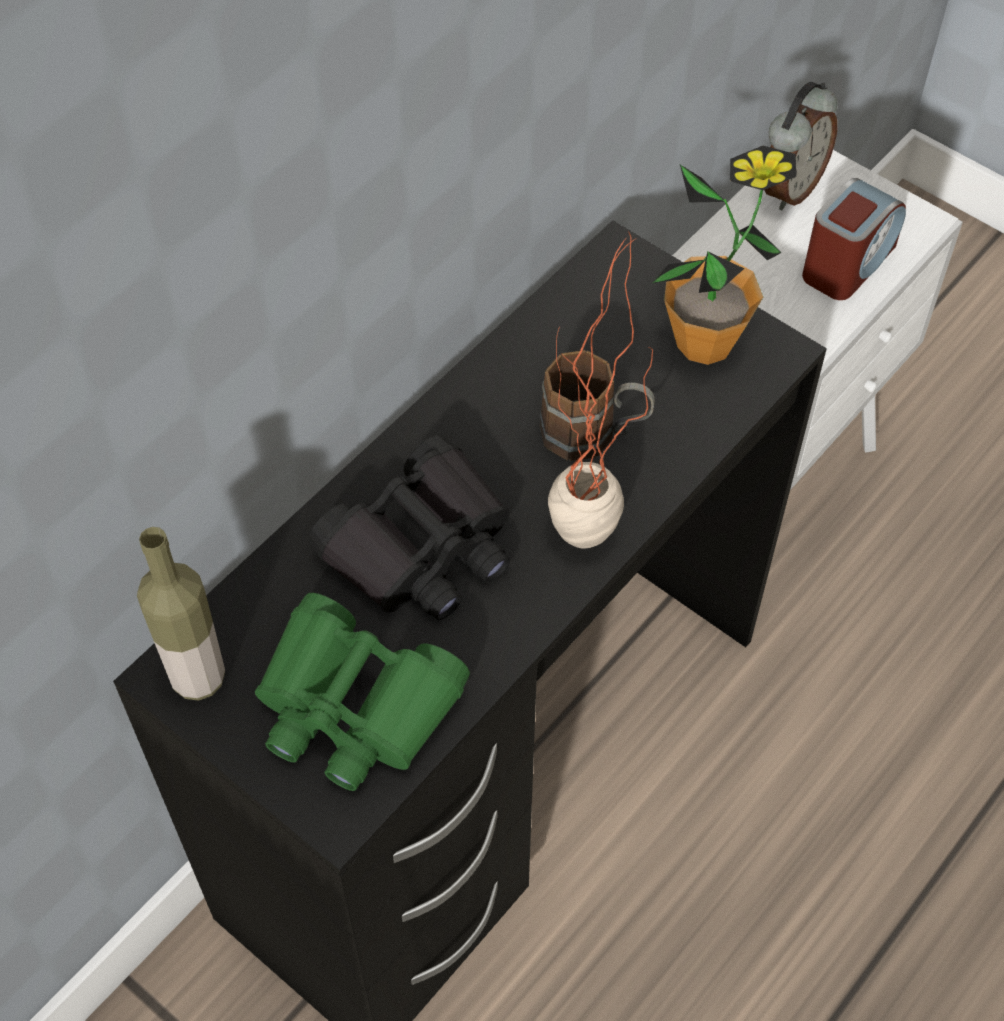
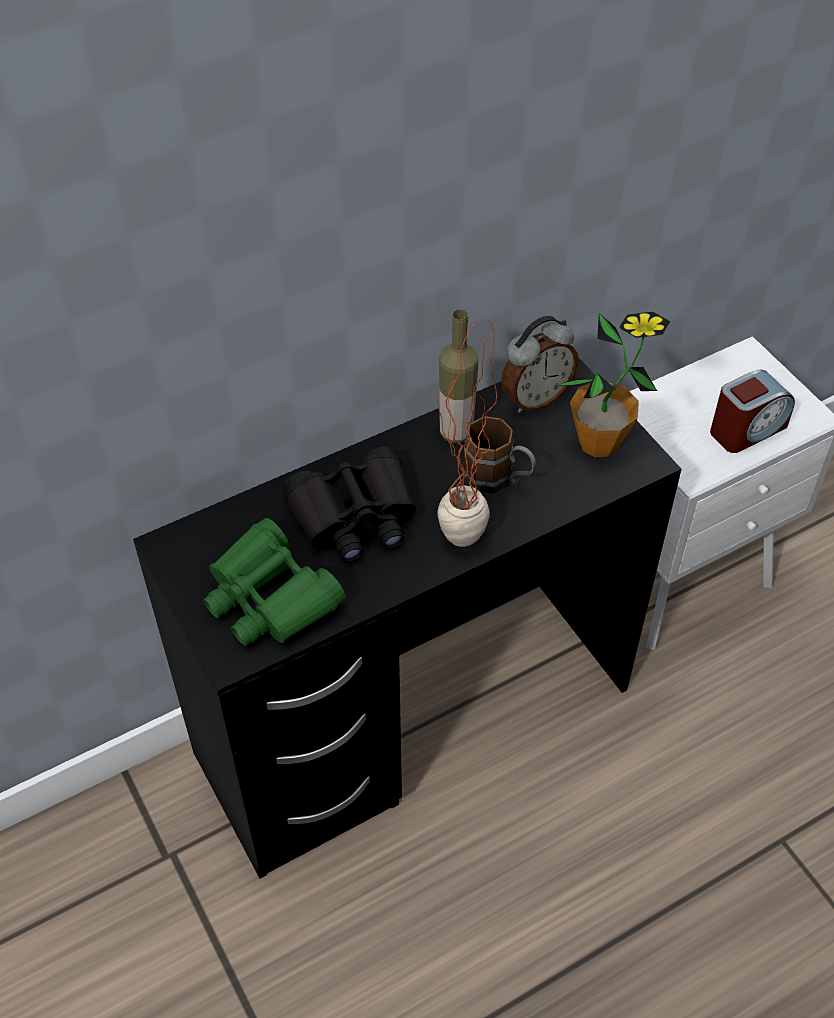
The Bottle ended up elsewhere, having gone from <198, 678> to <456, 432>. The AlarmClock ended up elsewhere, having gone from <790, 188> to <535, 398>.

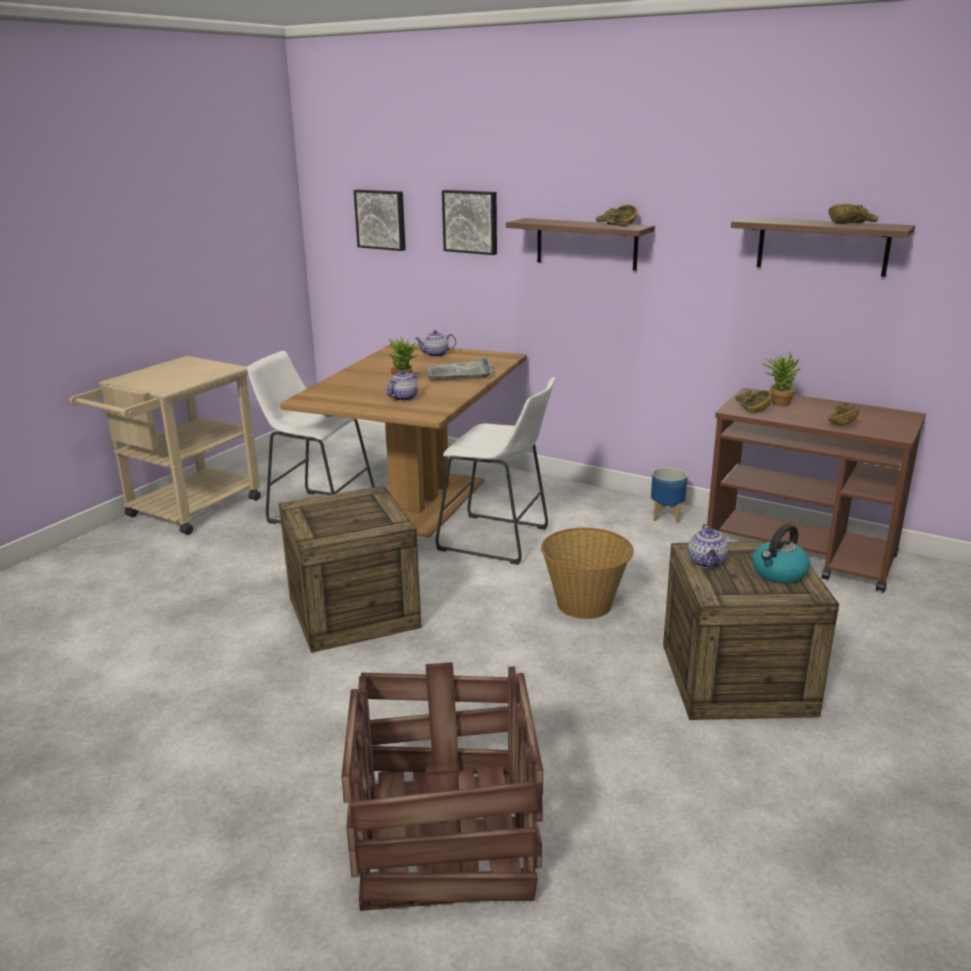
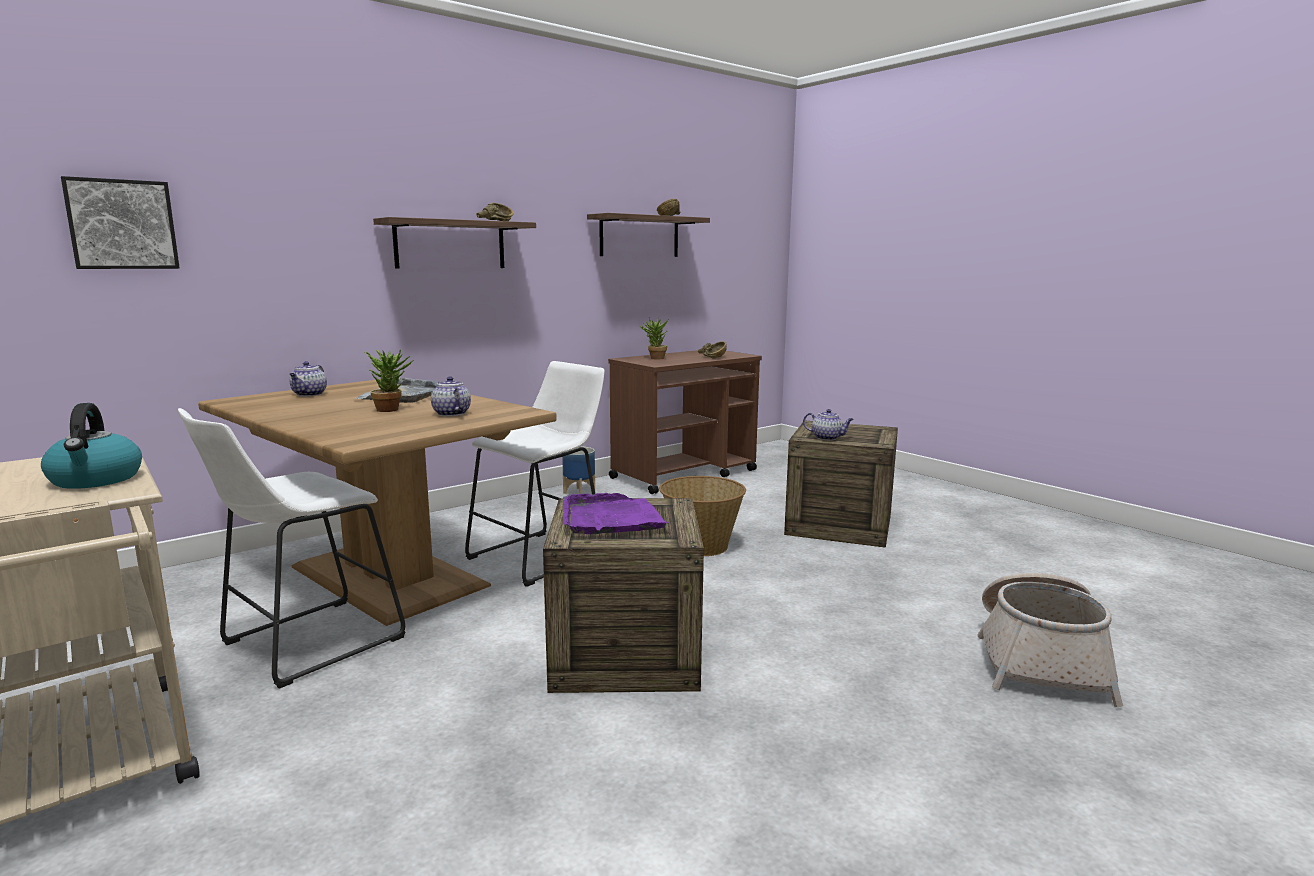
Where the Crate stood at <445, 841>, the Basket came to stand at <1040, 659>. The second view lost the Picture at <471, 221>. The second view lost the BrownBowl at <749, 409>. The Kettle ended up elsewhere, having gone from <779, 573> to <96, 480>. The second view gained the PurpleTray at <611, 518>.

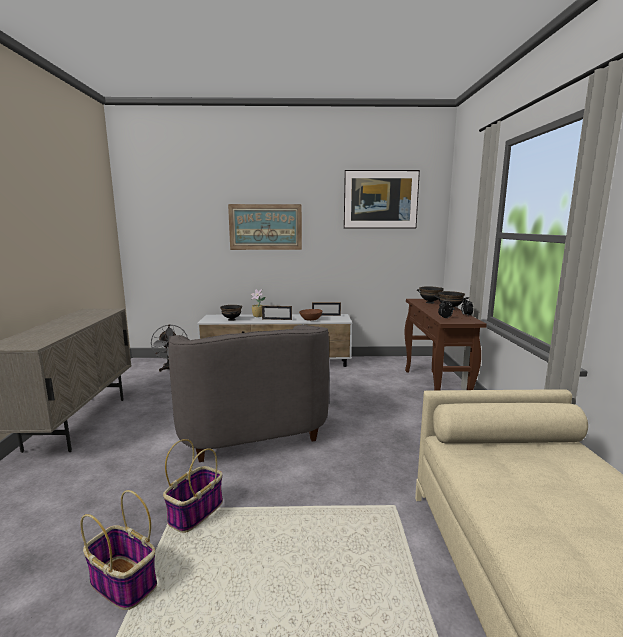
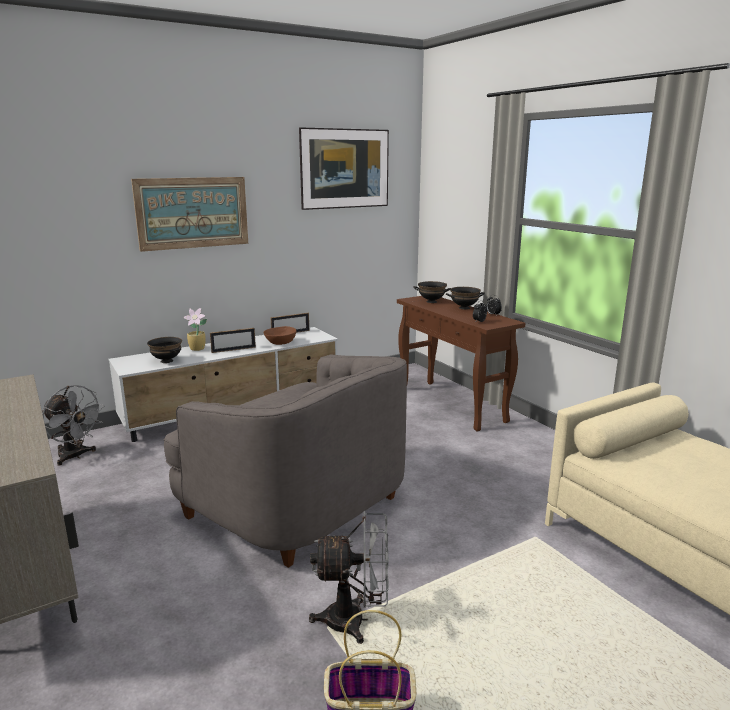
Where the Basket stood at <196, 511>, the GreyFan came to stand at <355, 620>.

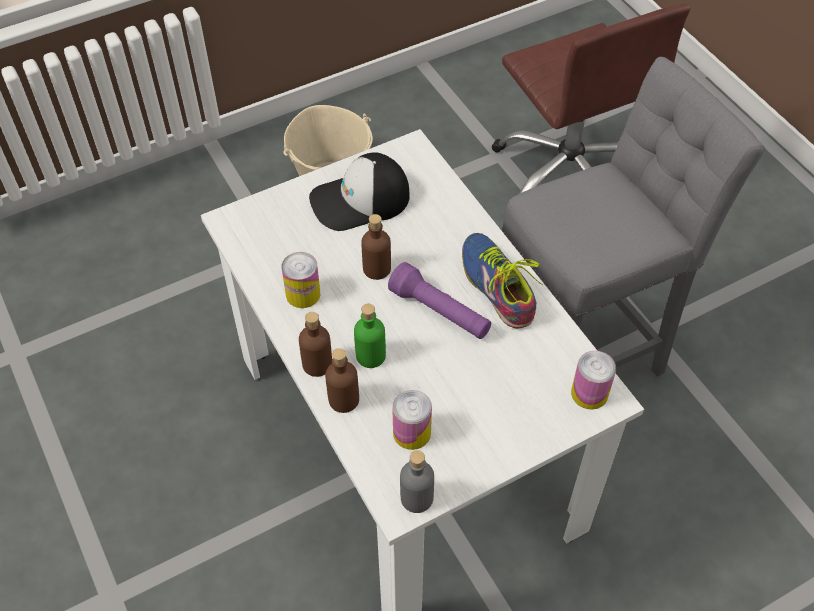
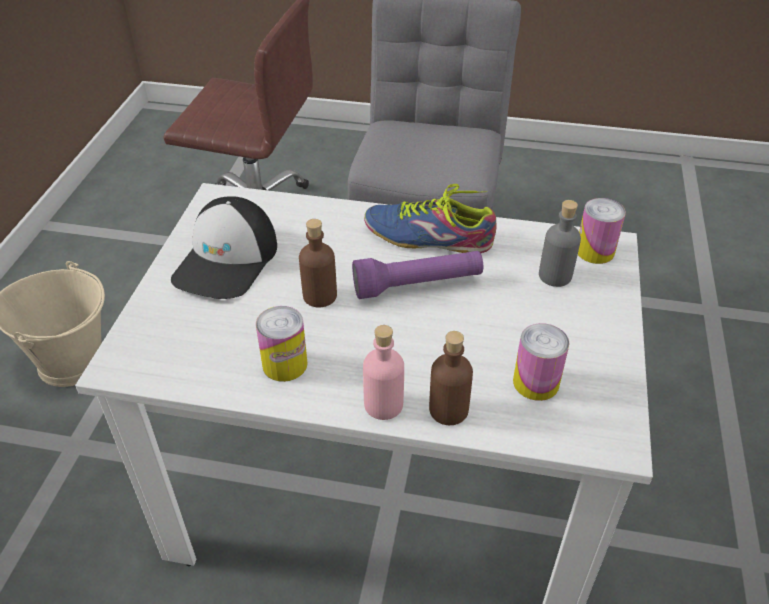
What was the BrownBottle at <317, 364> turned into the PinkBottle at <383, 404>. The second view lost the GreenBottle at <370, 356>. The GreyBottle ended up elsewhere, having gone from <416, 498> to <555, 276>.

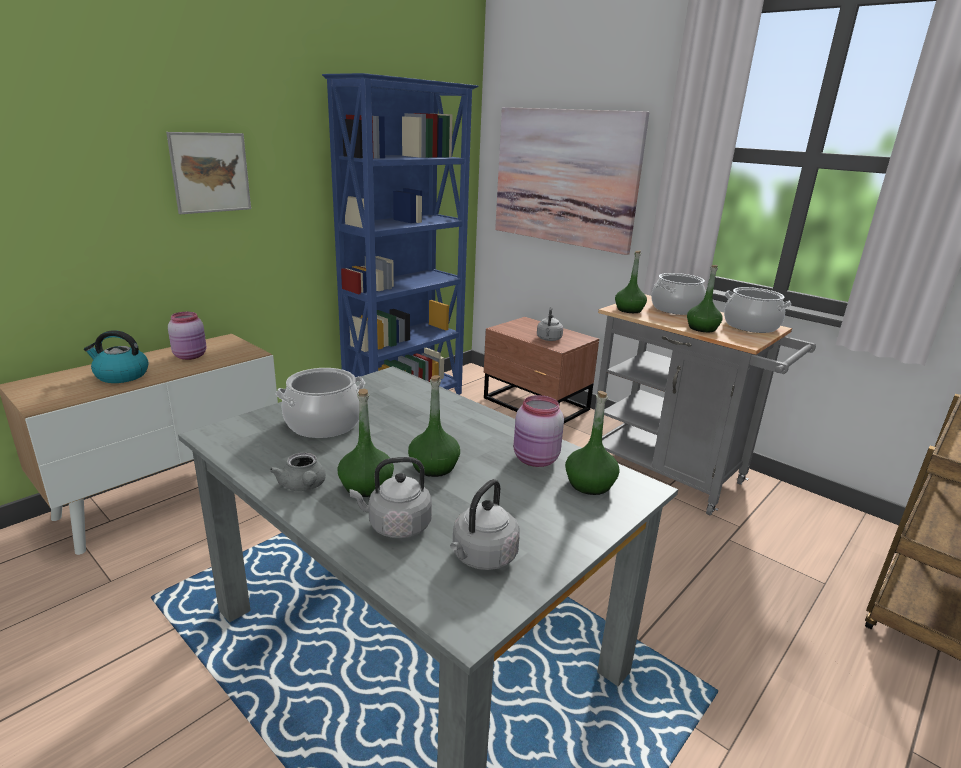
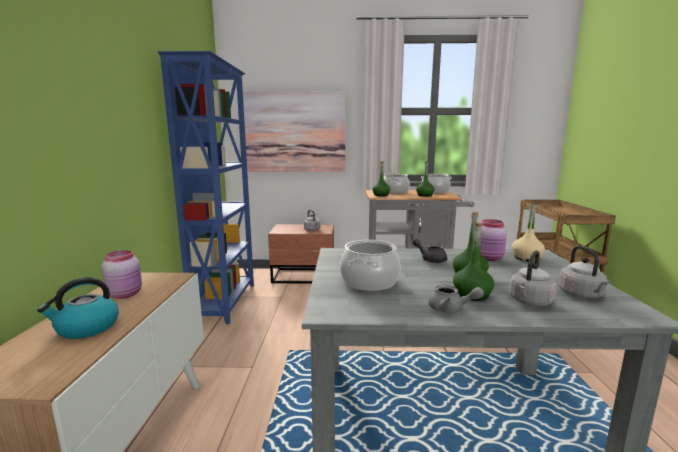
The second view lost the Picture at <210, 172>. What was the GreenBottle at <590, 484> turned into the BeigeBottle at <526, 258>. The second view gained the GreyTeapot at <430, 259>.

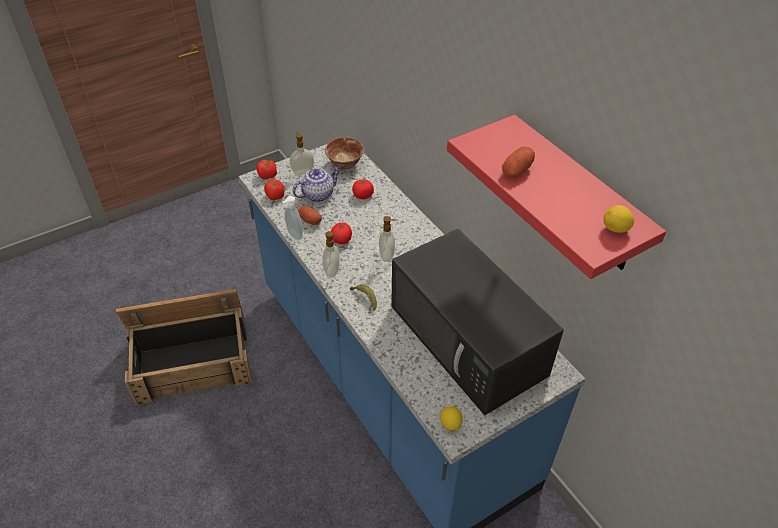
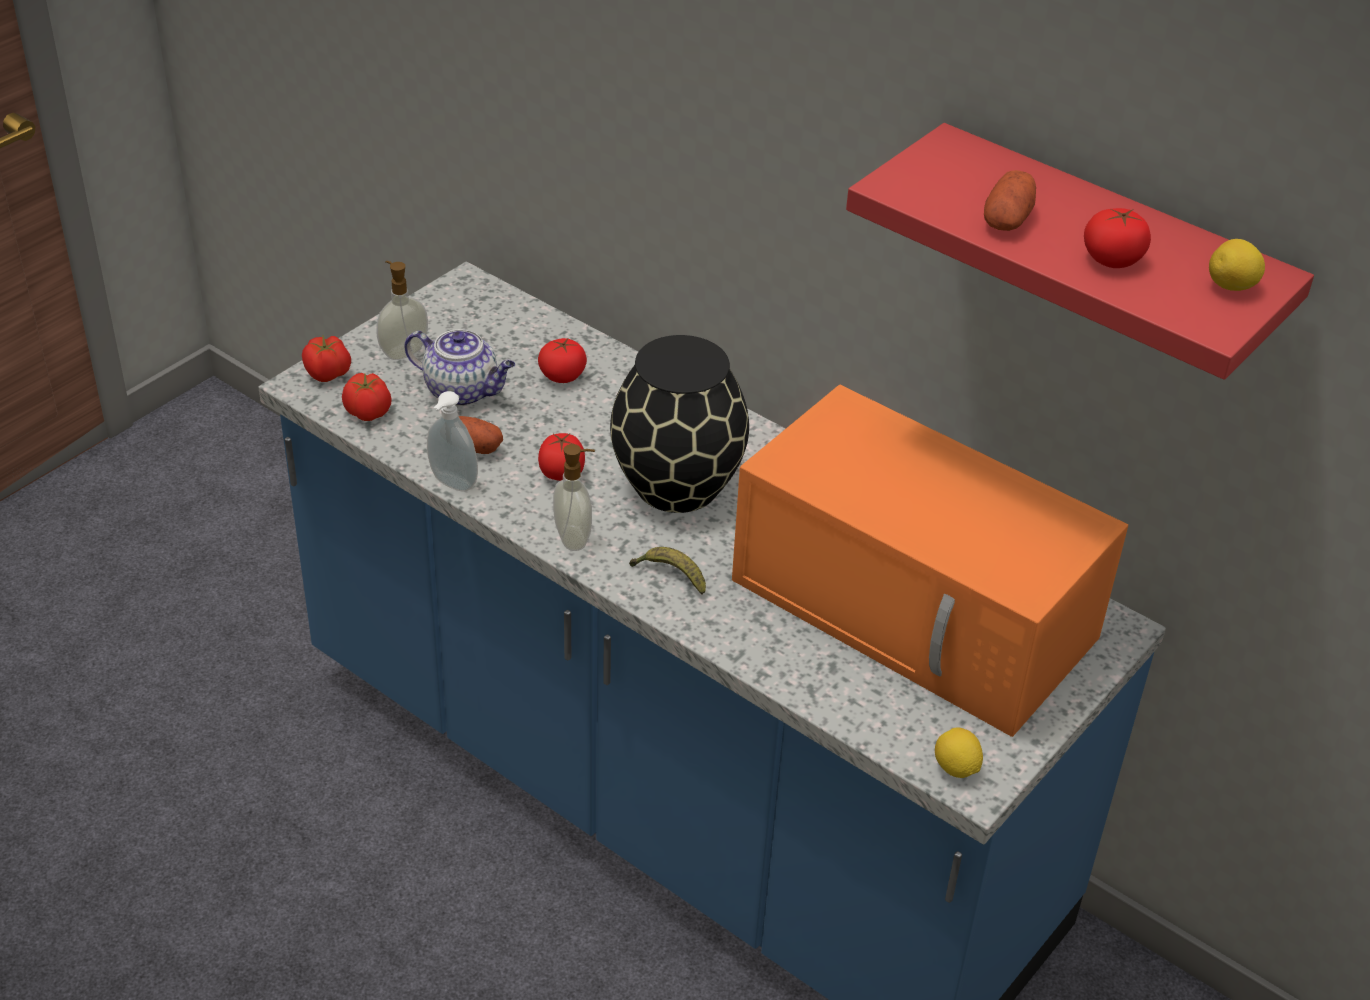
The second view lost the Crate at <192, 358>. The Teapot at <318, 194> ended up facing another way, 75 degrees clockwise from before. The second view lost the Bowl at <345, 164>. Where the SoapDispenser stood at <387, 256>, the BlackVase came to stand at <675, 484>. What was the BlackMicrowave at <469, 341> turned into the OrangeMicrowave at <919, 610>. The second view gained the Tomato at <1112, 260>.

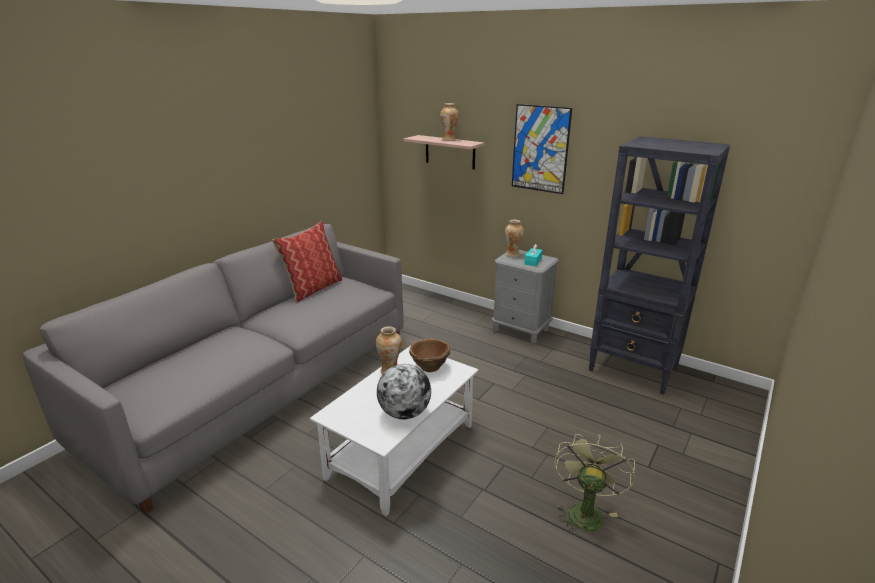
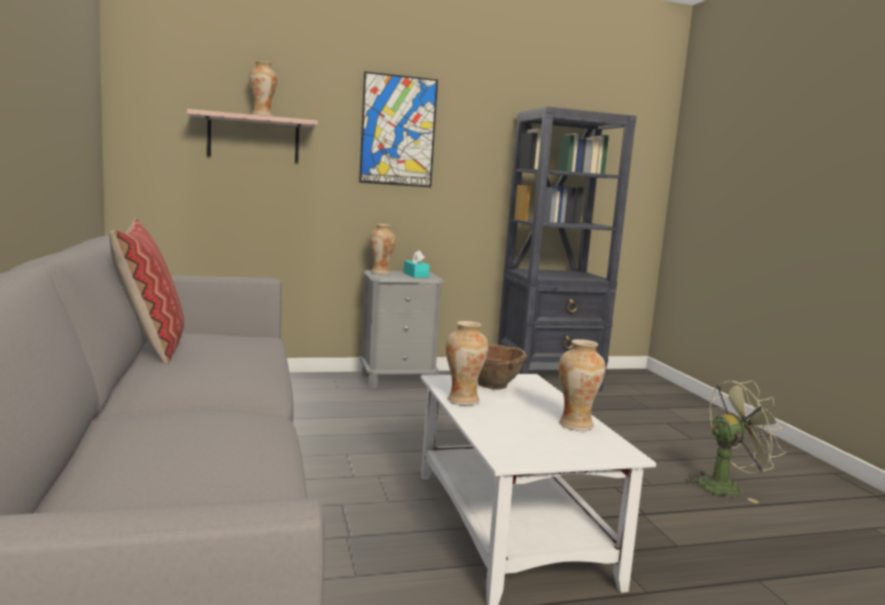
Where the Globe stood at <404, 413>, the Vase came to stand at <575, 425>. The GreenFan at <585, 510> ended up facing another way, 105 degrees clockwise from before.

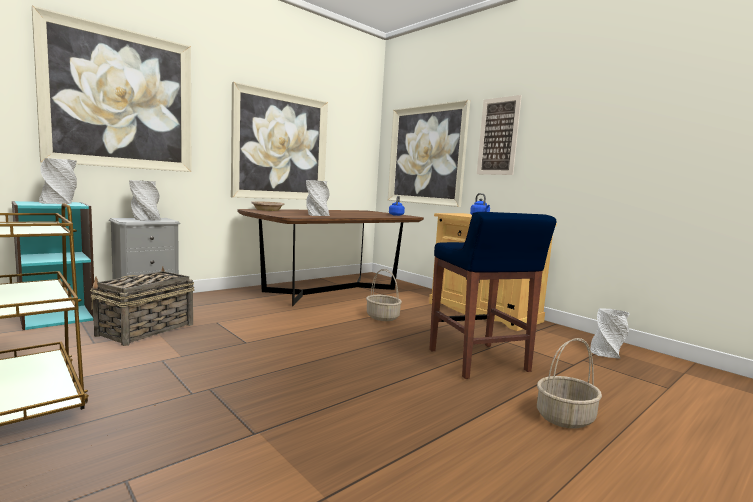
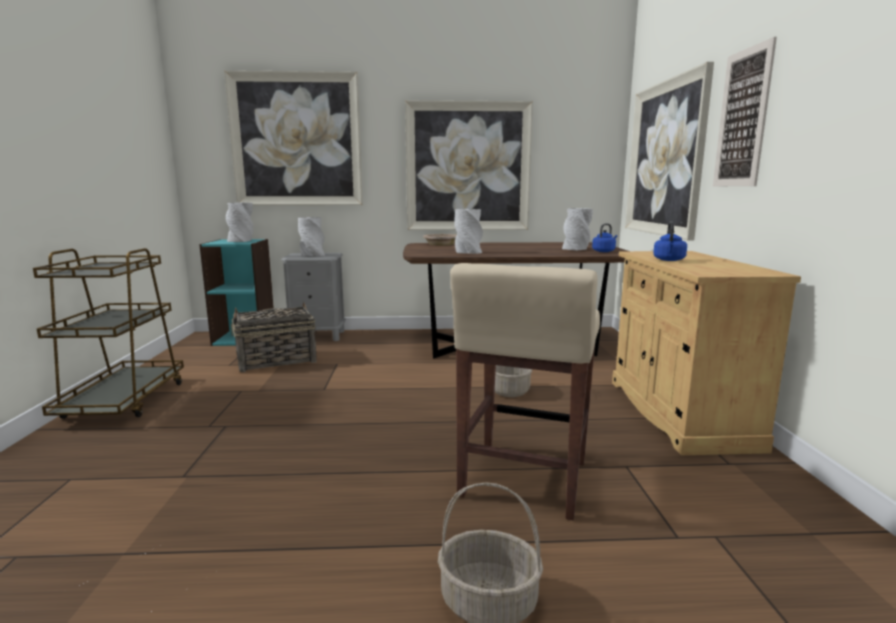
What was the BlueStool at <478, 361> turned into the BeigeStool at <523, 480>. The GreyVase ended up elsewhere, having gone from <607, 353> to <576, 249>.

